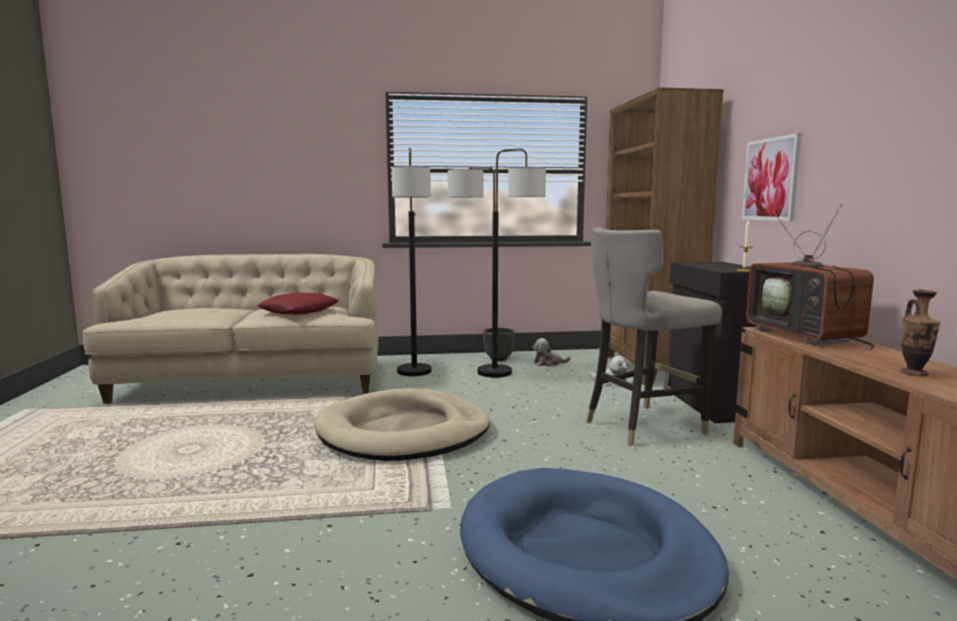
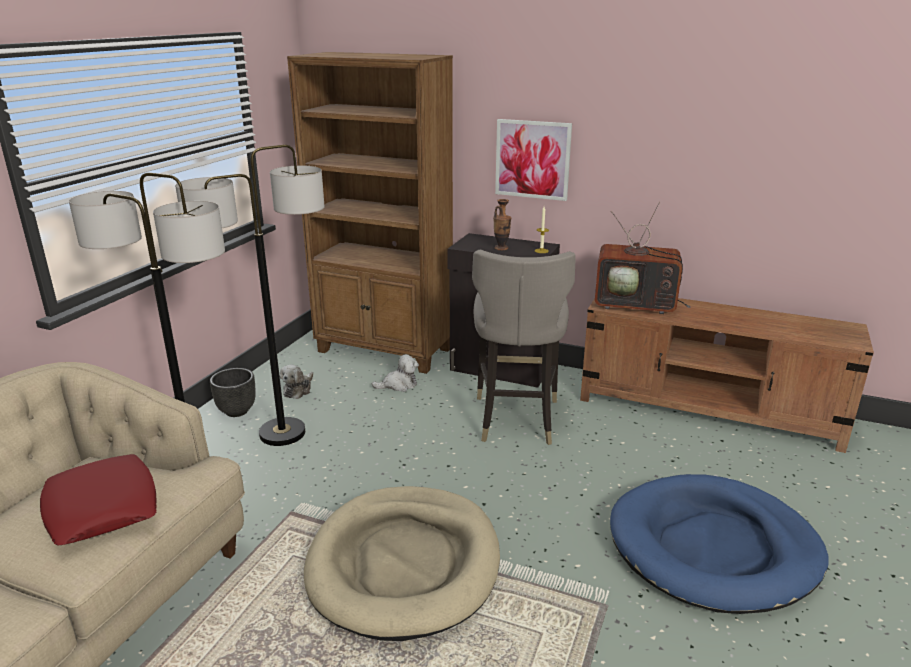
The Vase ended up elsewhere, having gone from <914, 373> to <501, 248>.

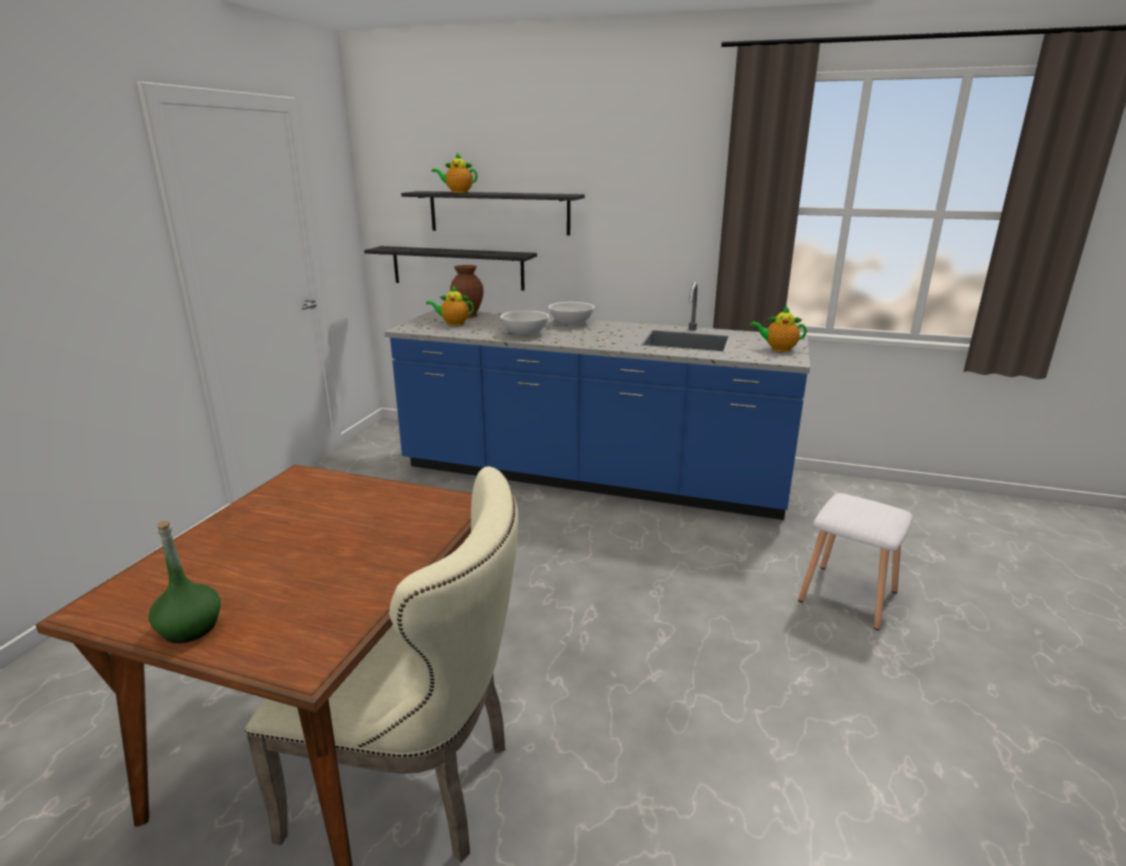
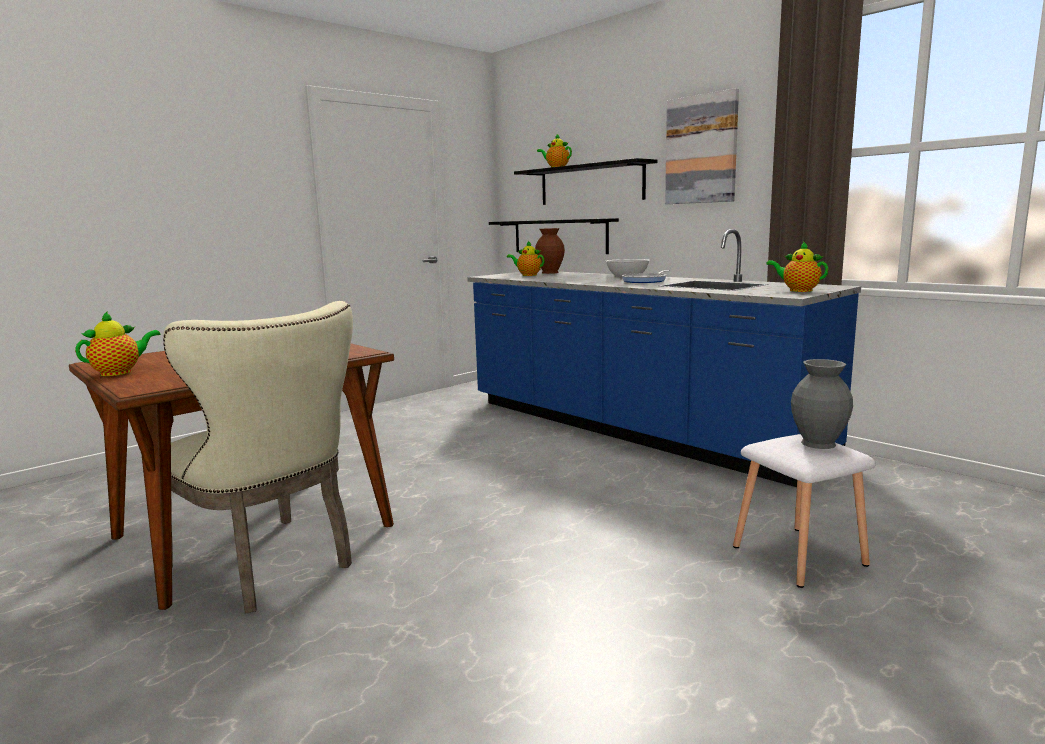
Where the GreenBottle stood at <190, 628>, the Teapot came to stand at <120, 372>. The second view lost the WhiteBowl at <525, 333>. The second view gained the FryingPan at <646, 281>. The second view gained the Picture at <701, 149>. The second view gained the GreyVase at <817, 443>.

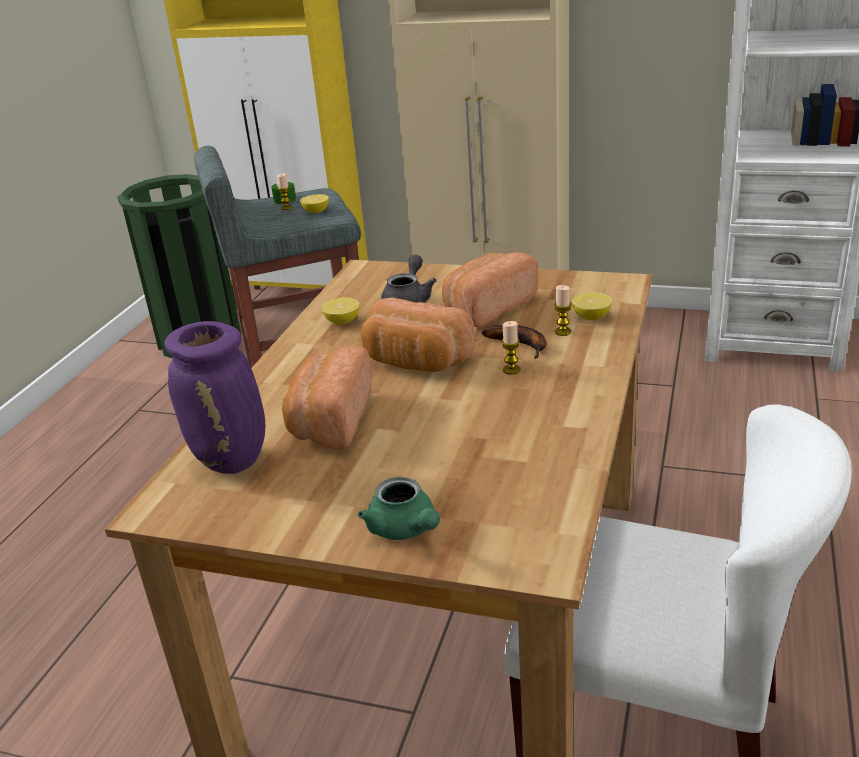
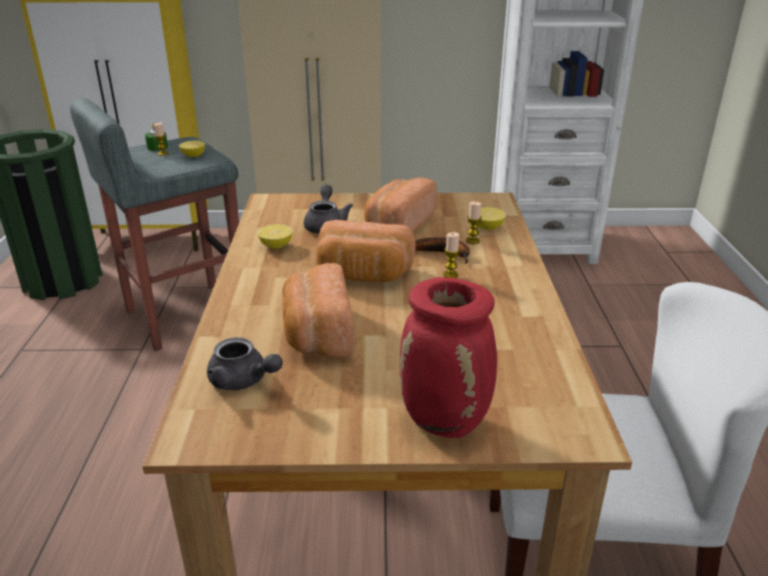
Where the PurpleVase stood at <232, 461>, the GreyTeapot came to stand at <243, 381>. Where the GreenTeapot stood at <405, 530>, the RedVase came to stand at <446, 422>.

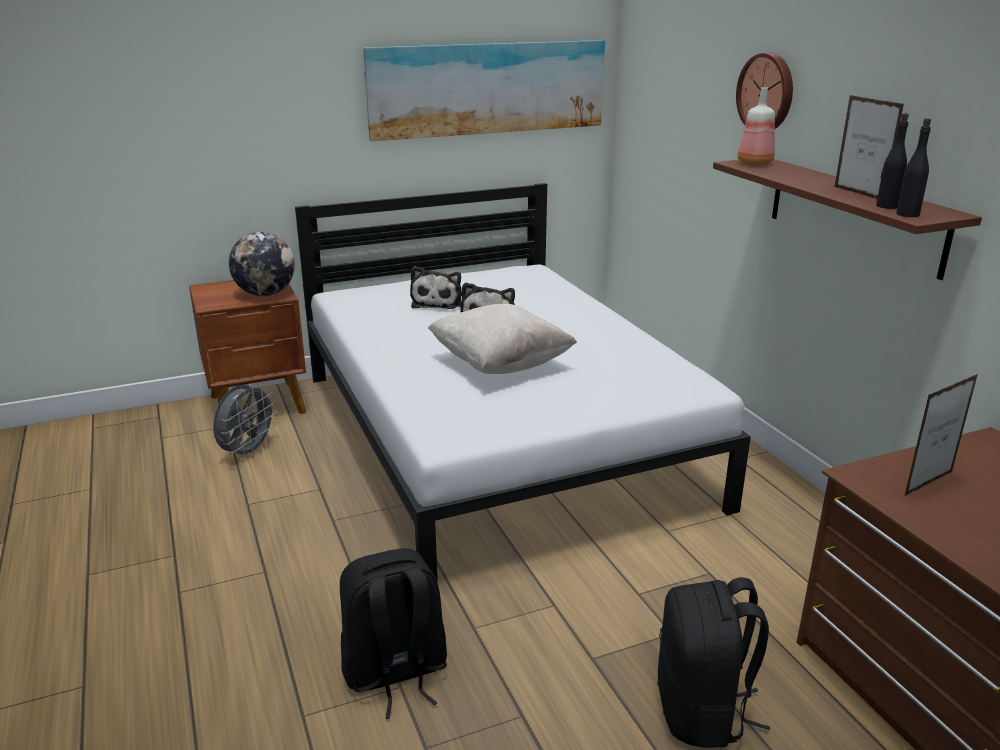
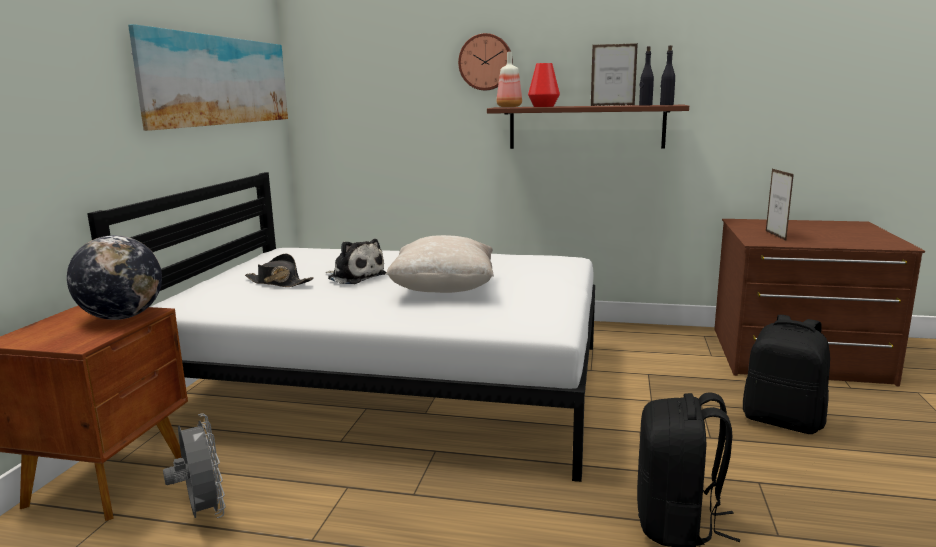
Where the PlushToy stood at <437, 302>, the BlackHat came to stand at <278, 283>. The second view gained the RedVase at <543, 106>.

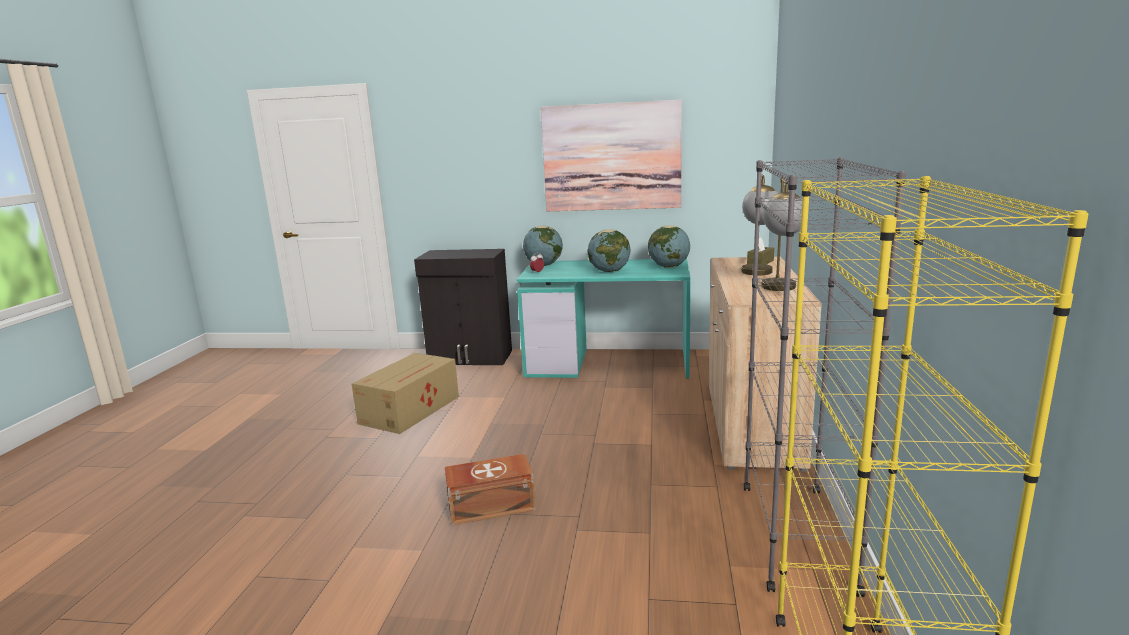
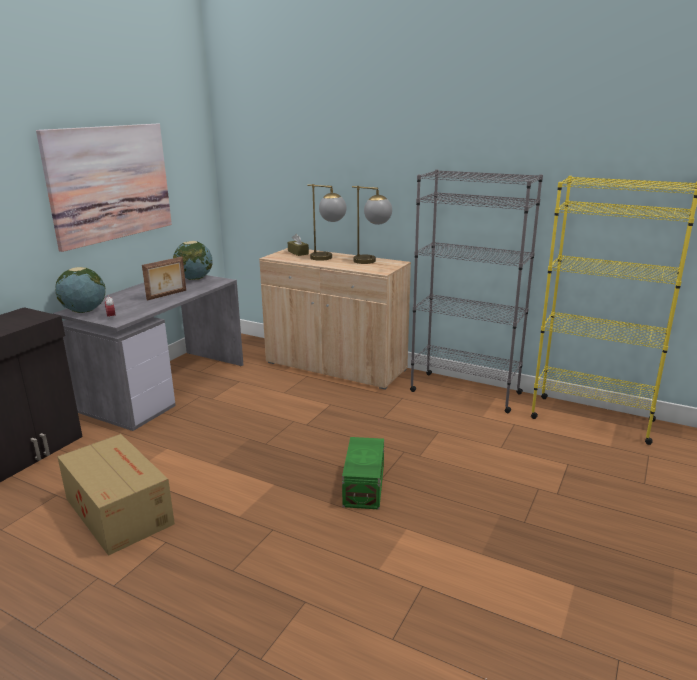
What was the BrownStorageBox at <489, 505> turned into the GreenStorageBox at <362, 486>. What was the TurquoiseDesk at <609, 362> turned into the GreyDesk at <164, 386>. Where the Globe stood at <609, 271>, the PictureFrame came to stand at <167, 295>.

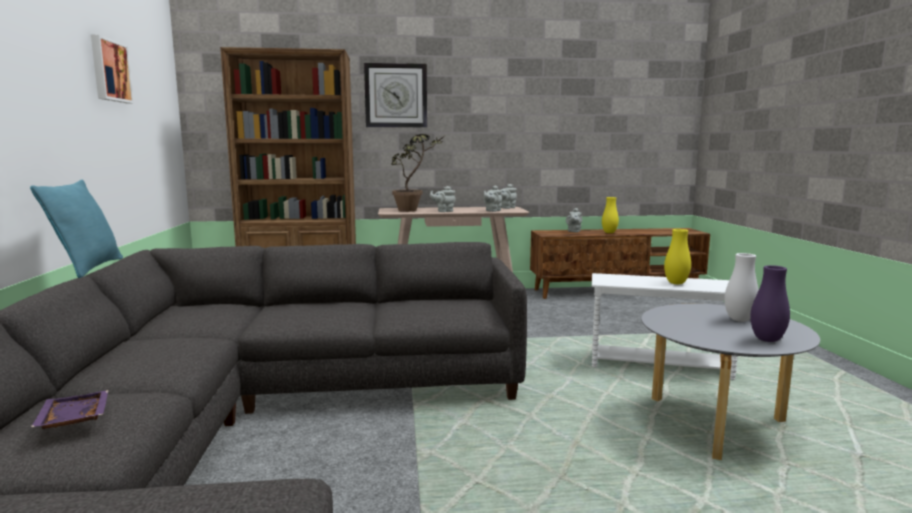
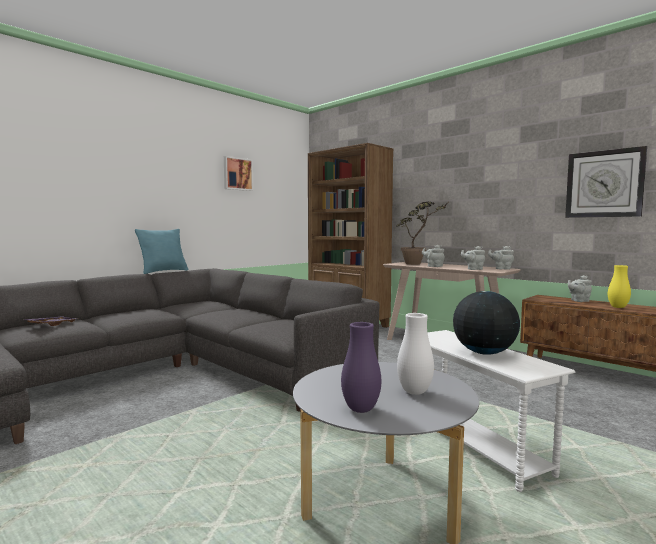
The WallClock ended up elsewhere, having gone from <396, 95> to <604, 184>. Where the YellowVase stood at <676, 283>, the Globe came to stand at <483, 353>.

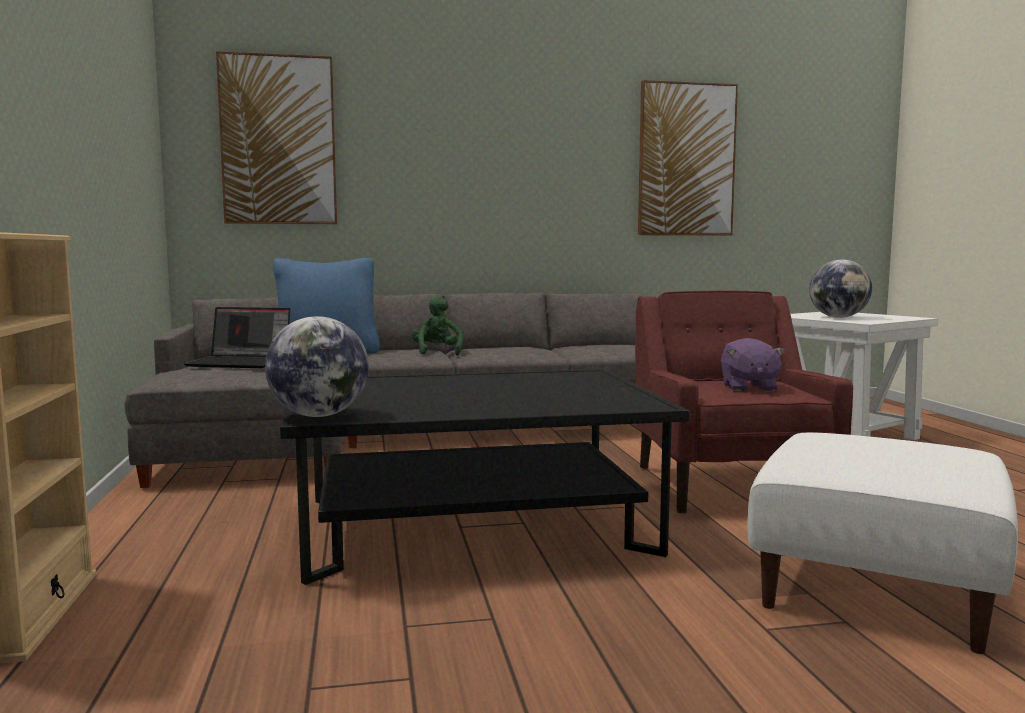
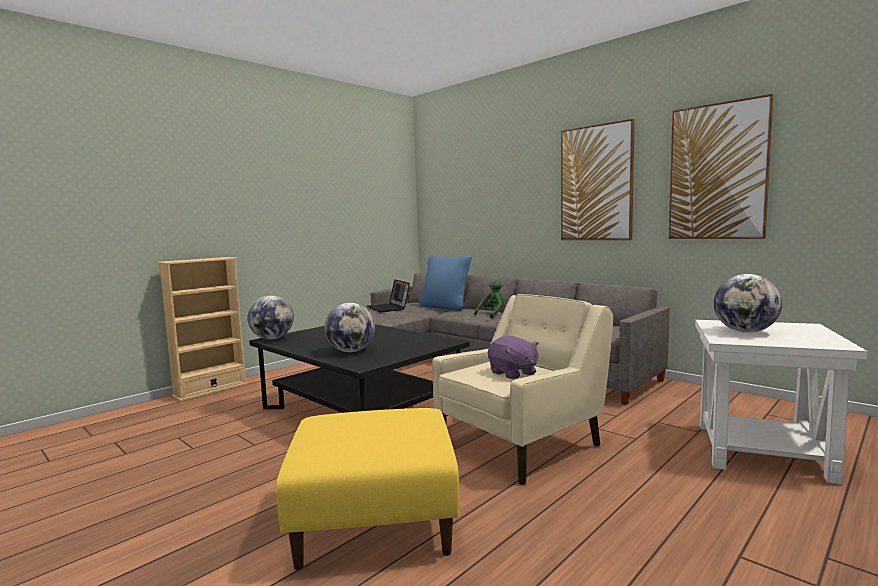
The Picture ended up elsewhere, having gone from <278, 140> to <596, 183>. What was the RedArmchair at <729, 486> turned into the BeigeArmchair at <521, 444>. The PurplePlushToy at <748, 388> ended up facing another way, 90 degrees counterclockwise from before. What was the WhiteOttoman at <877, 589> turned into the YellowOttoman at <374, 522>. The second view gained the Globe at <351, 351>.

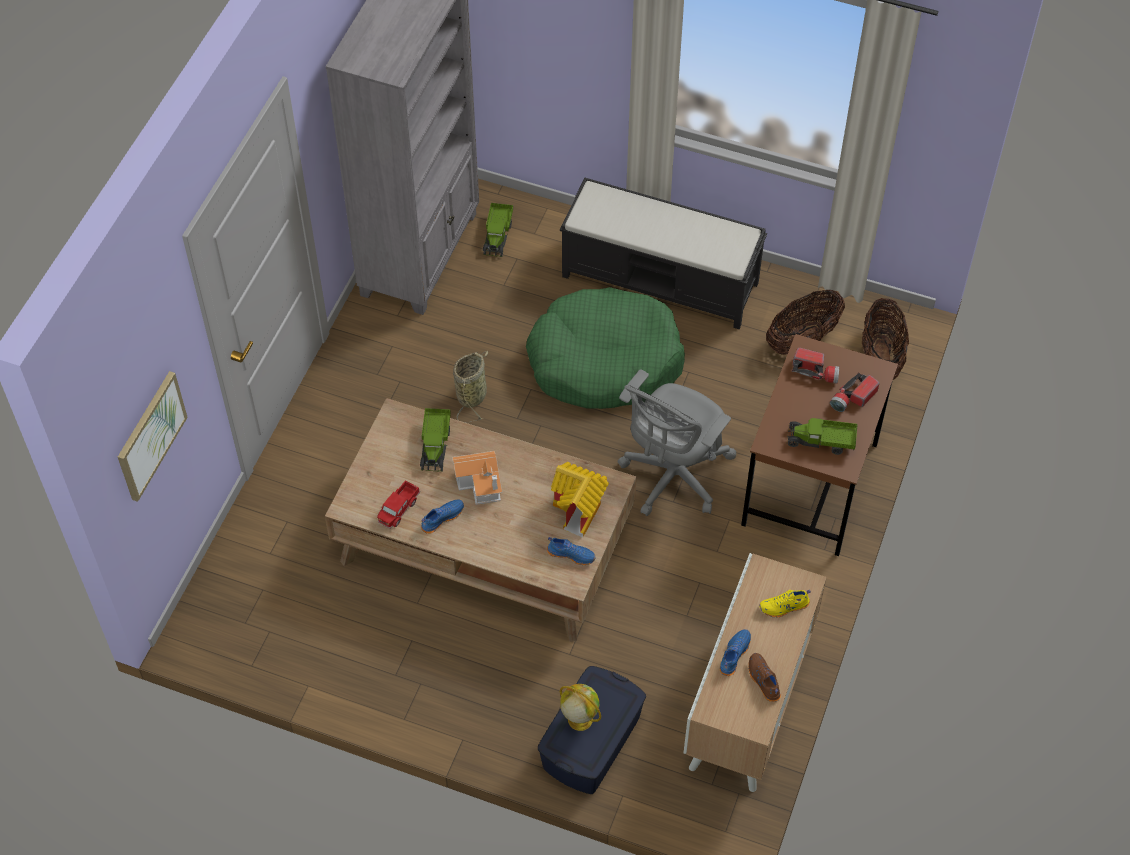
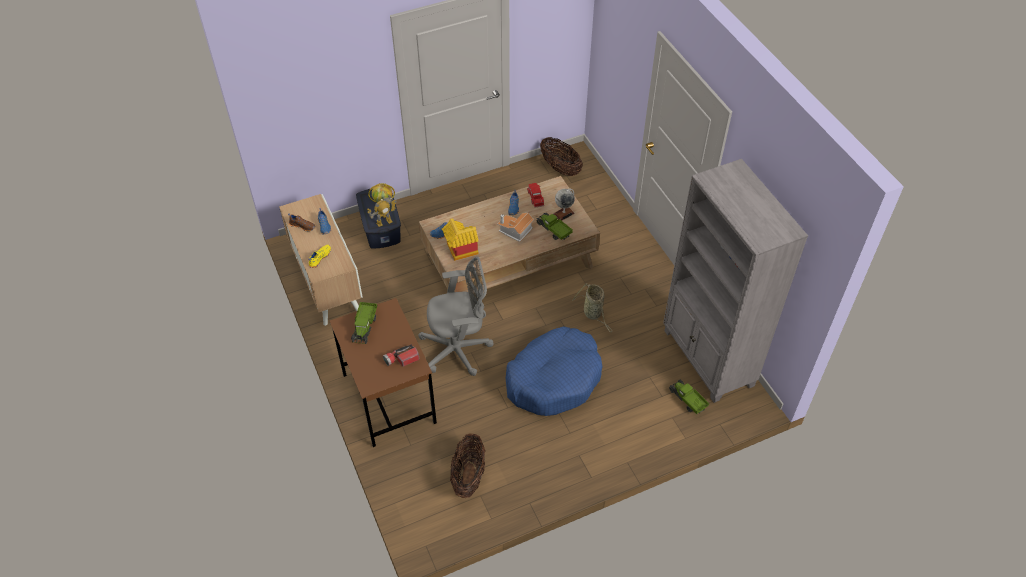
The second view lost the Picture at <150, 435>. What was the GreenDogBed at <604, 361> turned into the BlueDogBed at <554, 379>. The second view lost the BlackBench at <661, 280>. The GreyOfficeChair at <672, 477> ended up facing another way, 90 degrees clockwise from before. The ToyTruck at <821, 441> ended up facing another way, 135 degrees clockwise from before. The second view lost the Flashlight at <853, 398>. The Basket ended up elsewhere, having gone from <881, 357> to <560, 168>. The second view gained the ToyRobot at <384, 222>. The second view gained the Globe at <564, 213>.

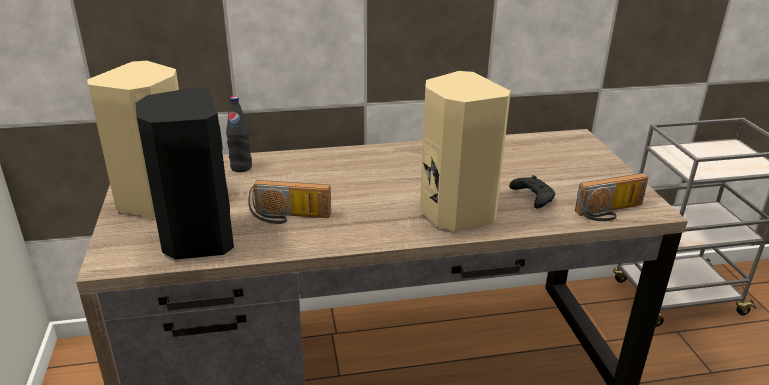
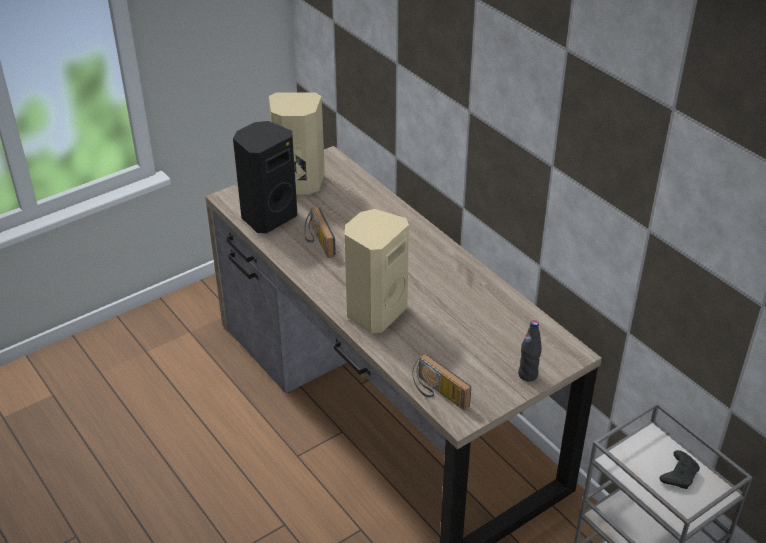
The BlackBottle ended up elsewhere, having gone from <241, 167> to <528, 375>. The BlackGameController ended up elsewhere, having gone from <532, 198> to <679, 475>.

